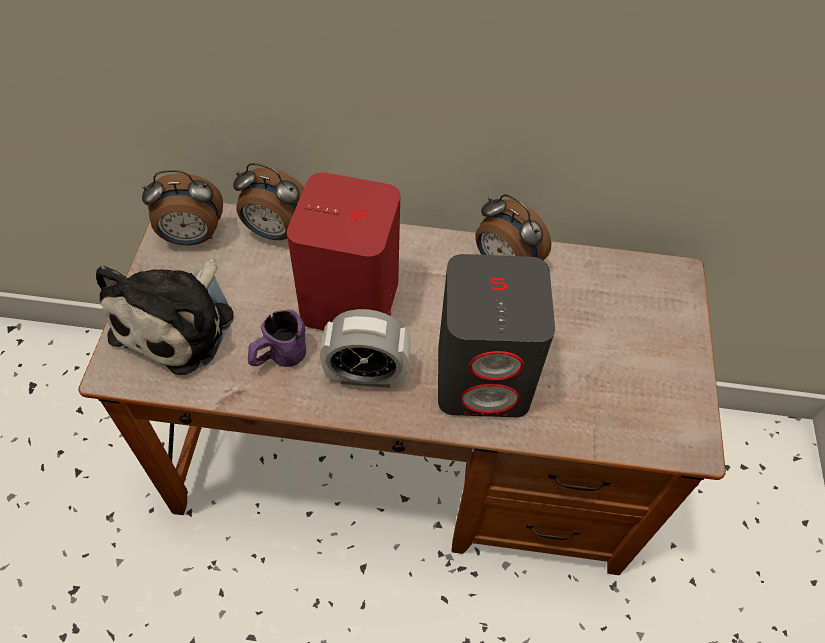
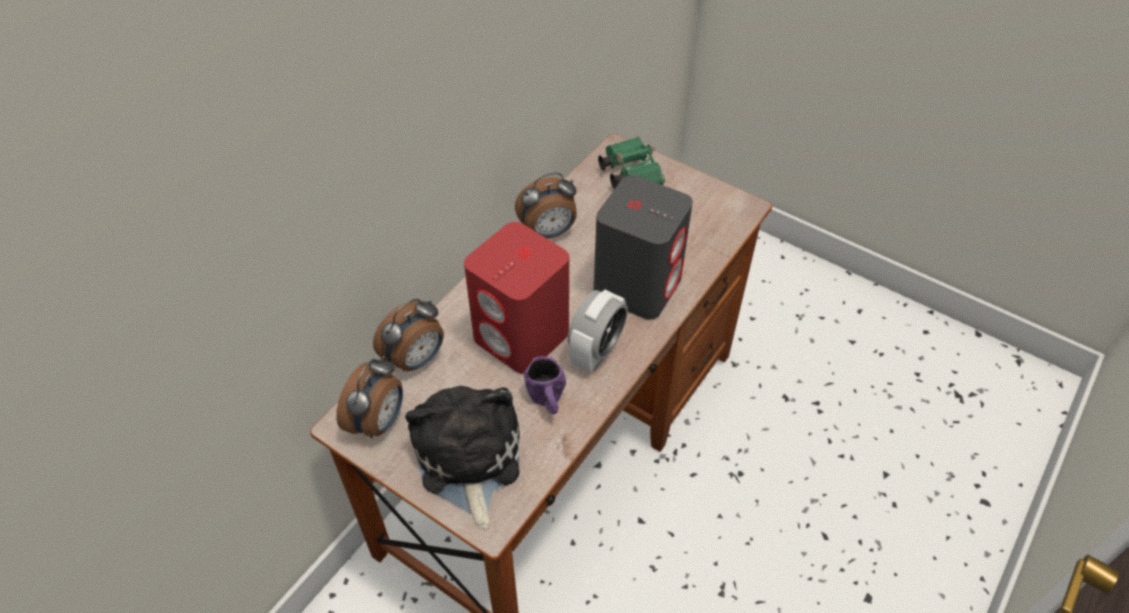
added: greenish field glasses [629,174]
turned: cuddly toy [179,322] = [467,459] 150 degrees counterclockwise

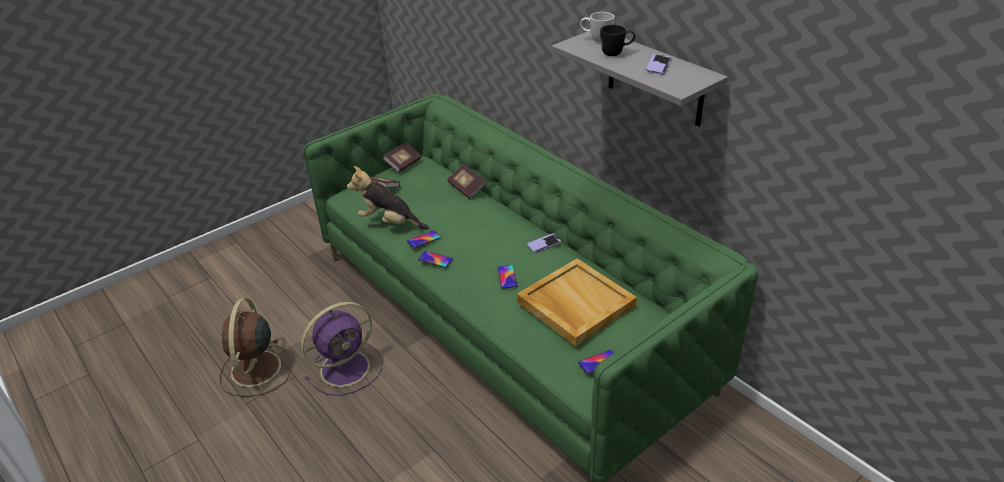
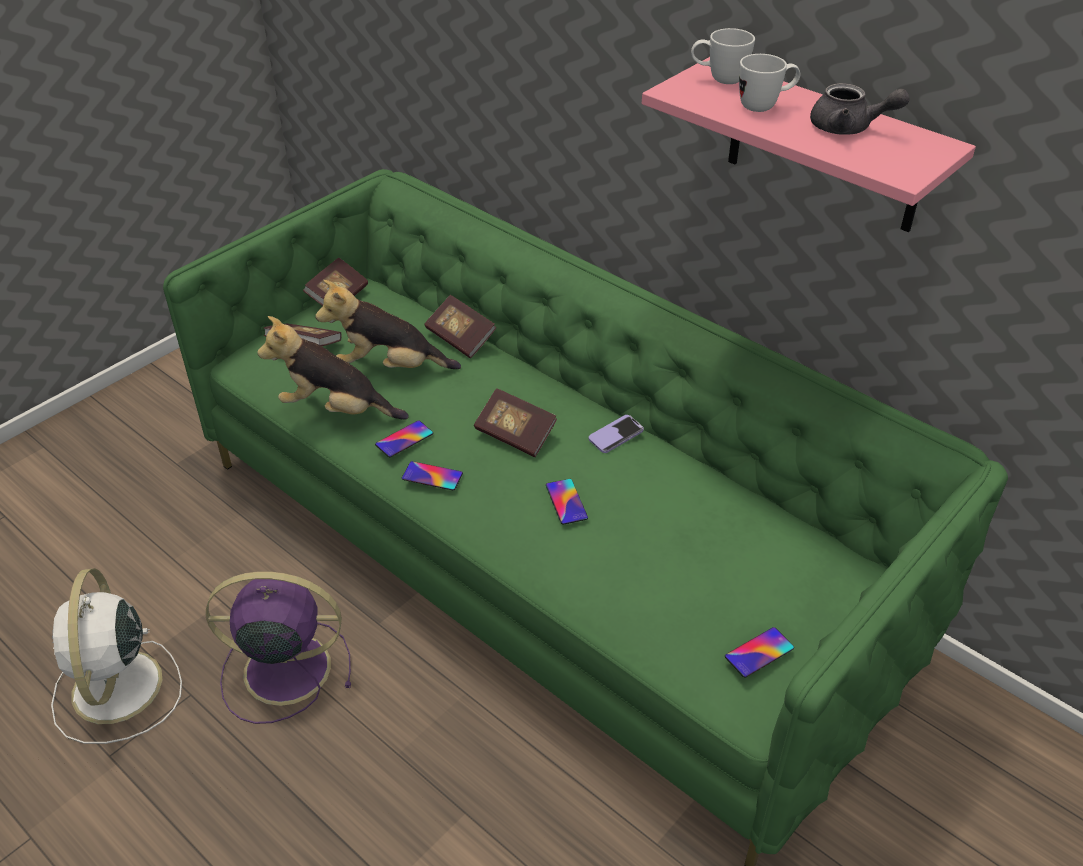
removed: sand-coloured tray [575,304]
added: cuddly toy [389,367]; bound book [515,434]
replaced: phone [658,65] to greyish pot for tea [848,128]
recoloured: brown fan [255,370] to white fan [117,690]; greyish bracket shelf [655,78] to pink-coloured bracket shelf [824,147]; black mug [616,53] to white mug [765,106]
turned: purplish fan [347,367] = [283,669] 135 degrees counterclockwise

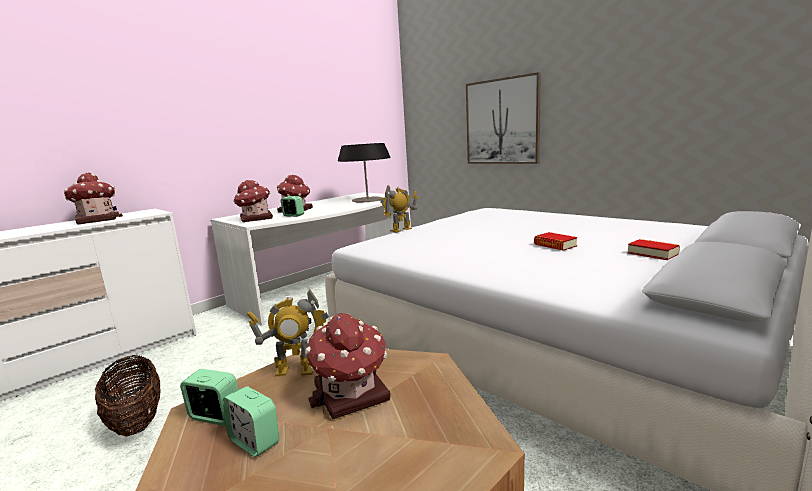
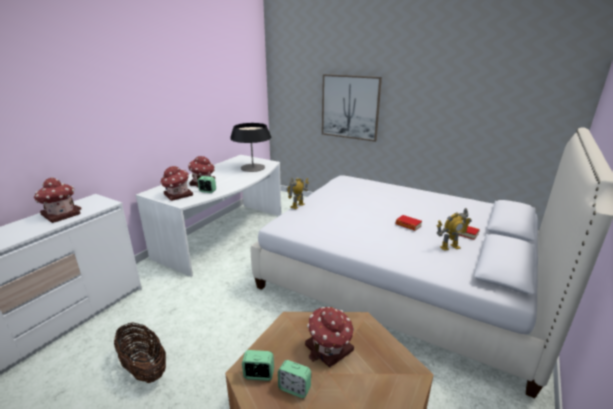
moved: model robot [295,370] to [449,247]

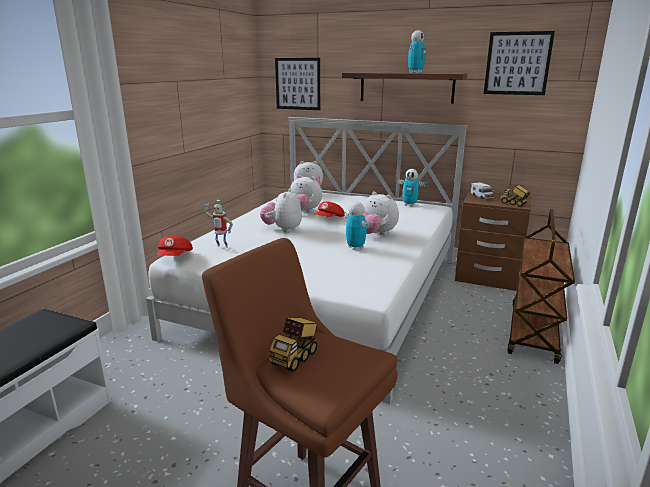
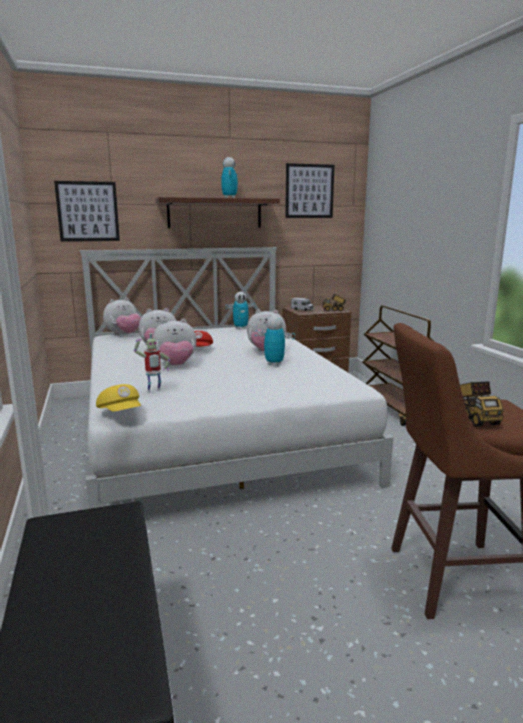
recoloured: red-coloured cap [175,257] to yellow cap [121,413]
turned: cuddly toy [282,229] = [176,366] 75 degrees counterclockwise

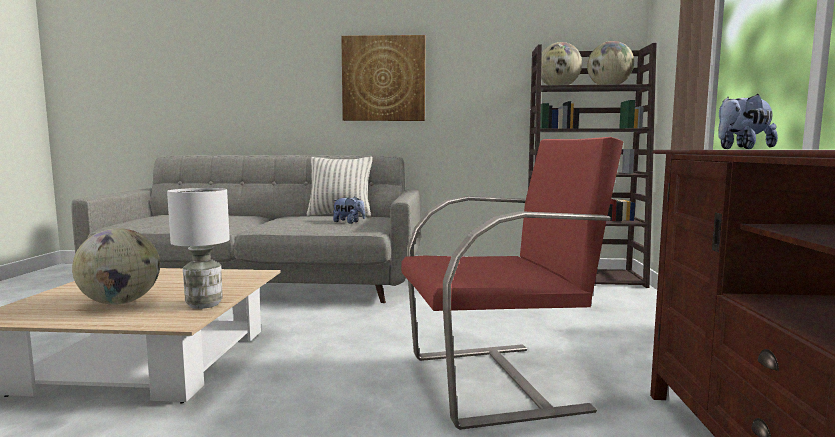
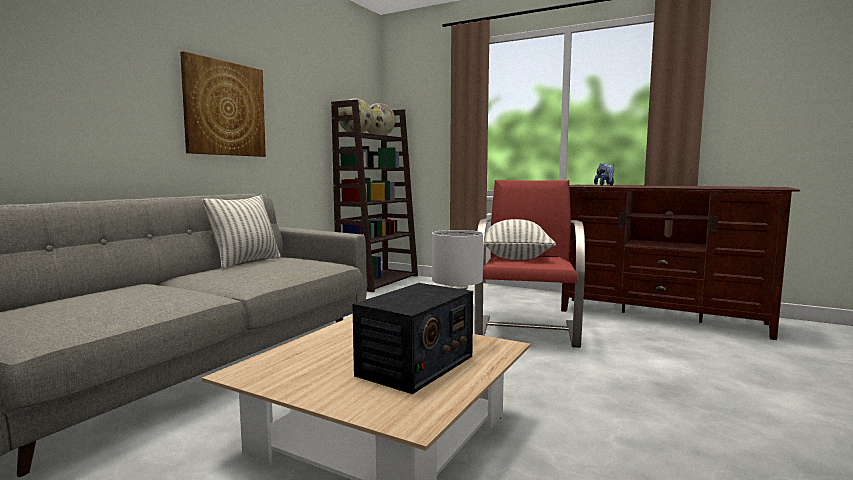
removed: cuddly toy [349,222]
added: pillow [515,258]
replaced: desk globe [121,302] to radio [415,366]

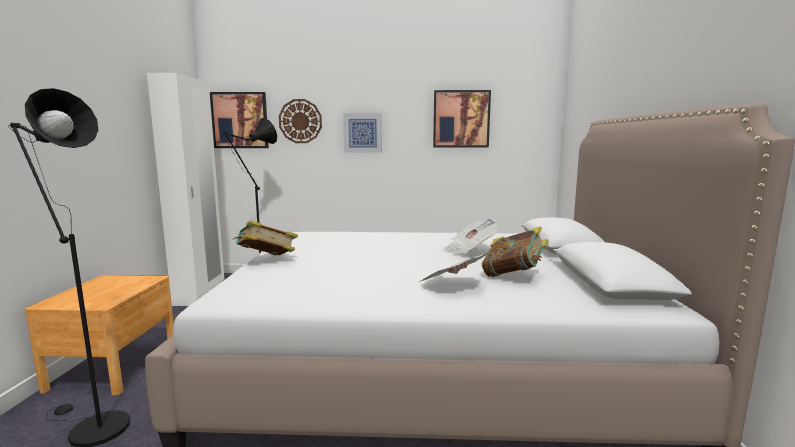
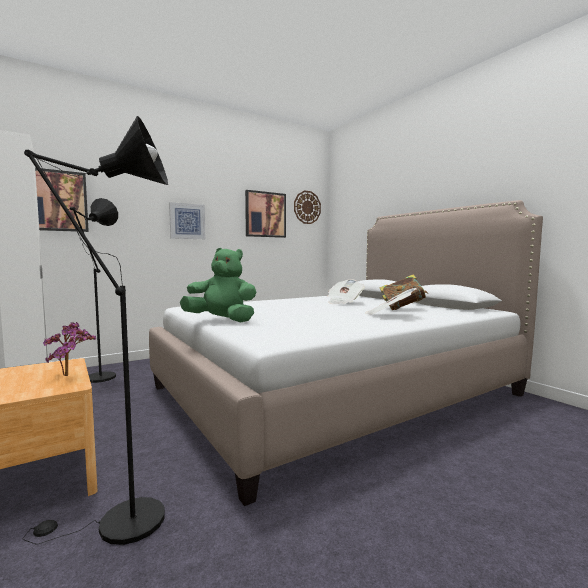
added: potted plant [70,376]
moved: wall clock [300,121] to [307,207]
replaced: bound book [266,260] to greenish cuddly toy [222,320]

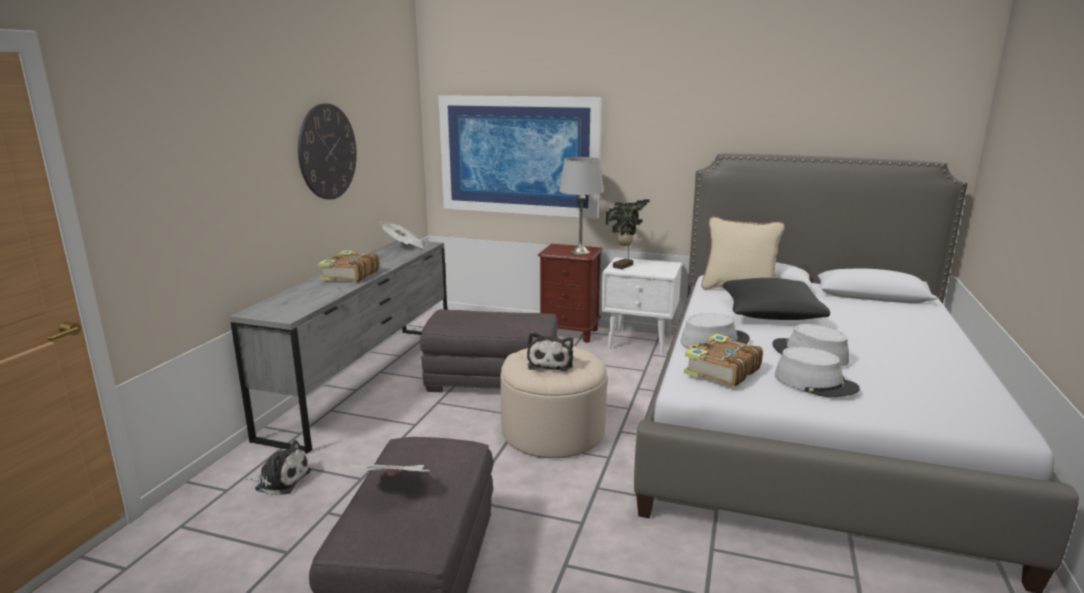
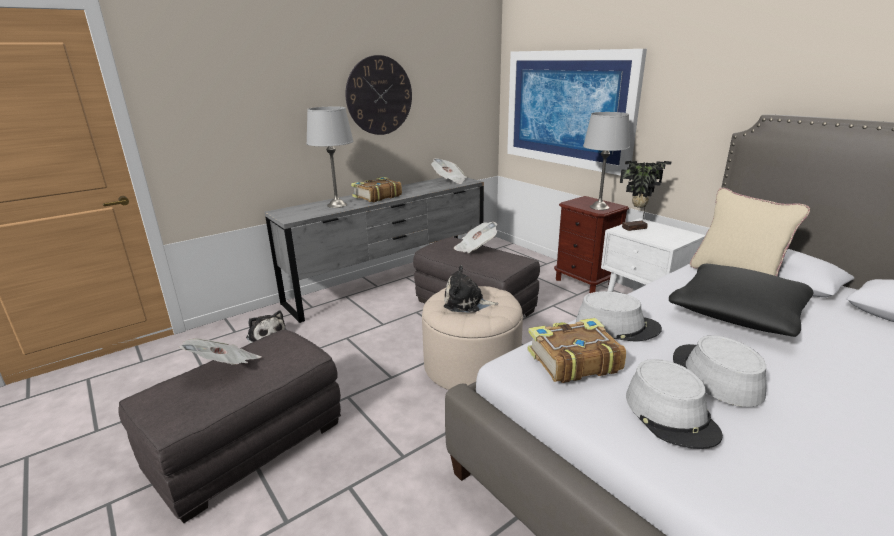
added: greyish tabletop lamp [336,205]; printed paper [475,248]
turned: cuddly toy [551,363] = [466,303] 60 degrees clockwise

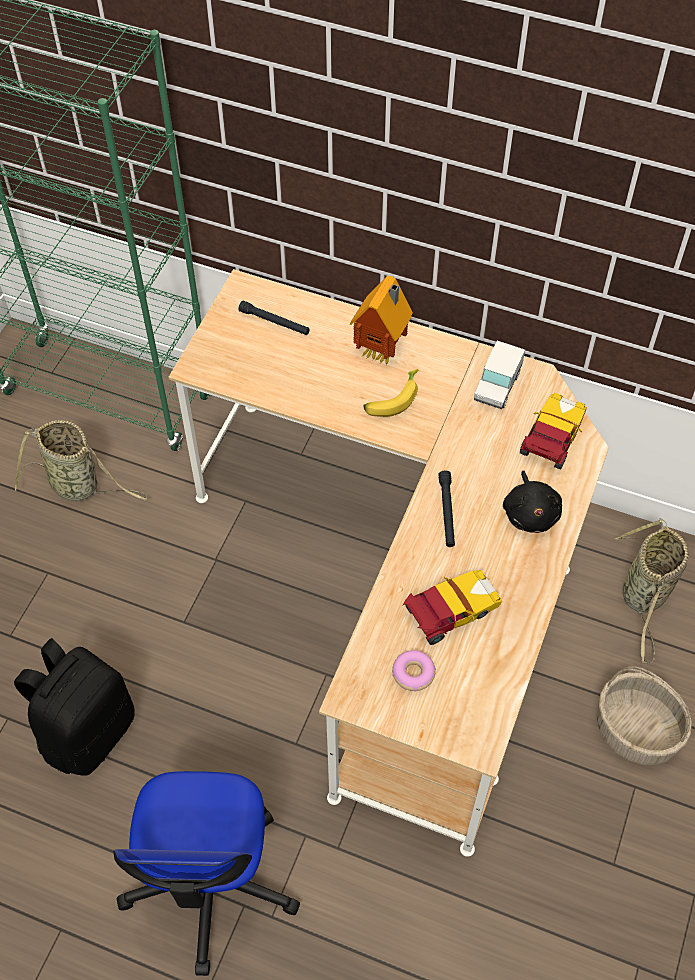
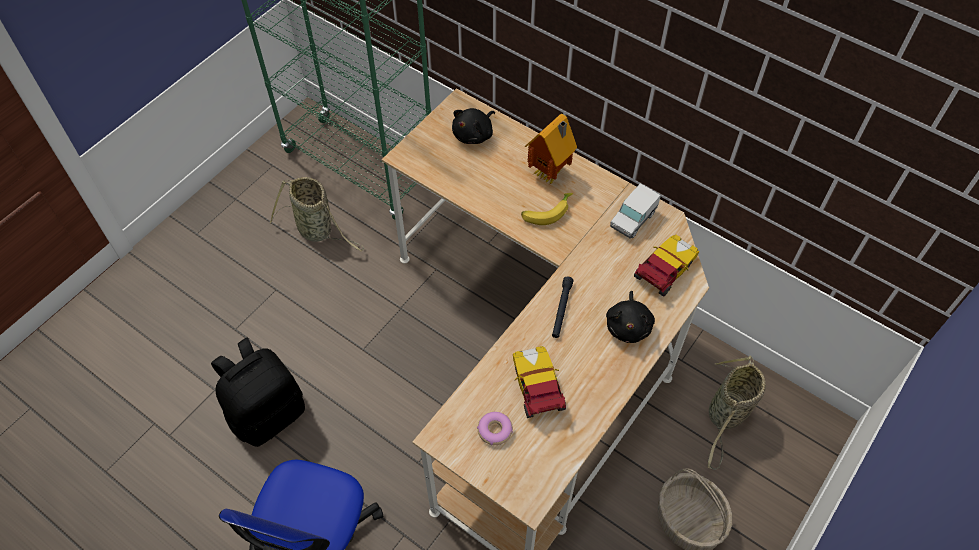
replaced: black torch [274,322] to black cuddly toy [474,134]
turned: toy car [448,612] = [538,389] 90 degrees counterclockwise

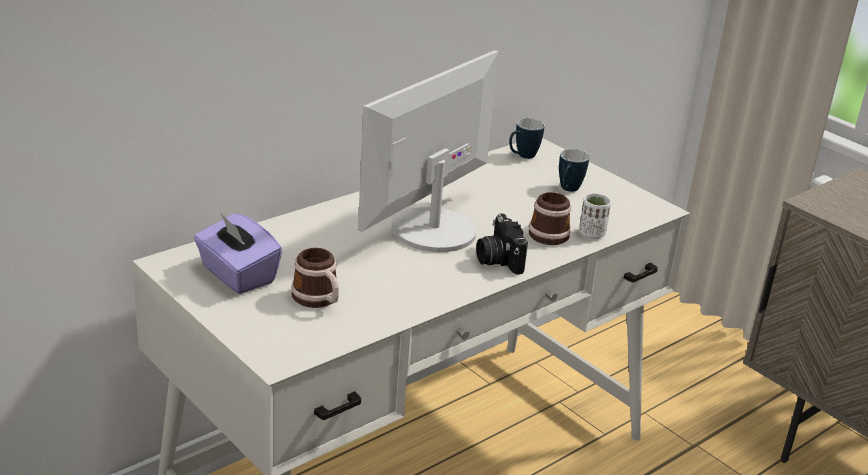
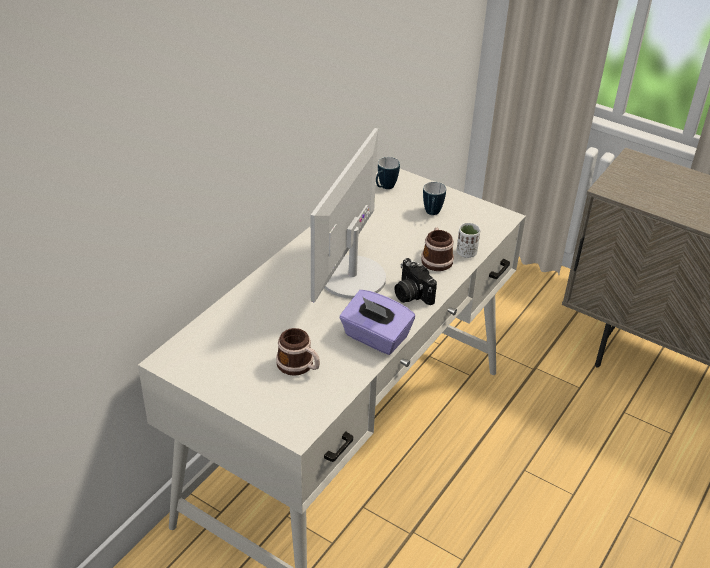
moved: purplish tissue holder [237,275] to [375,337]

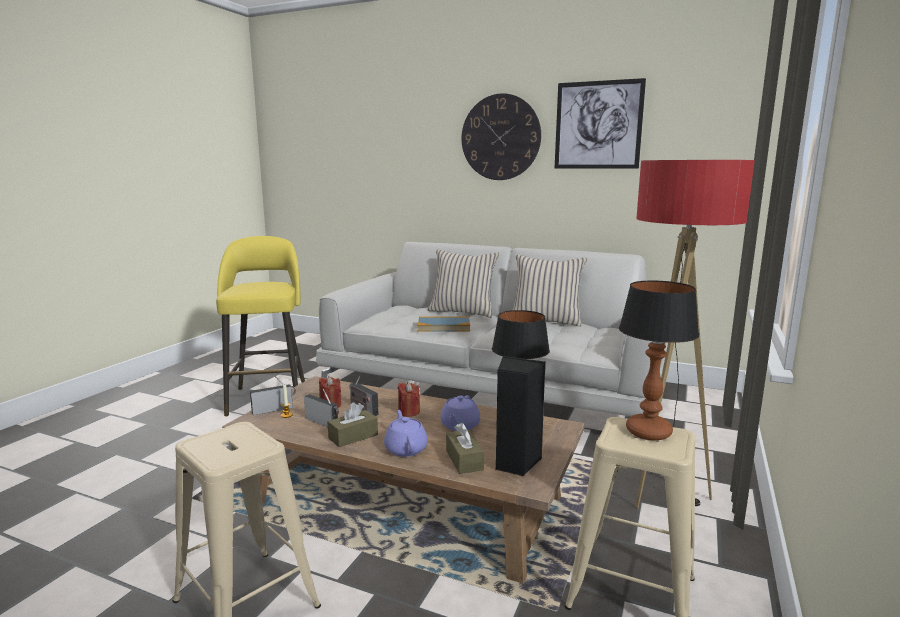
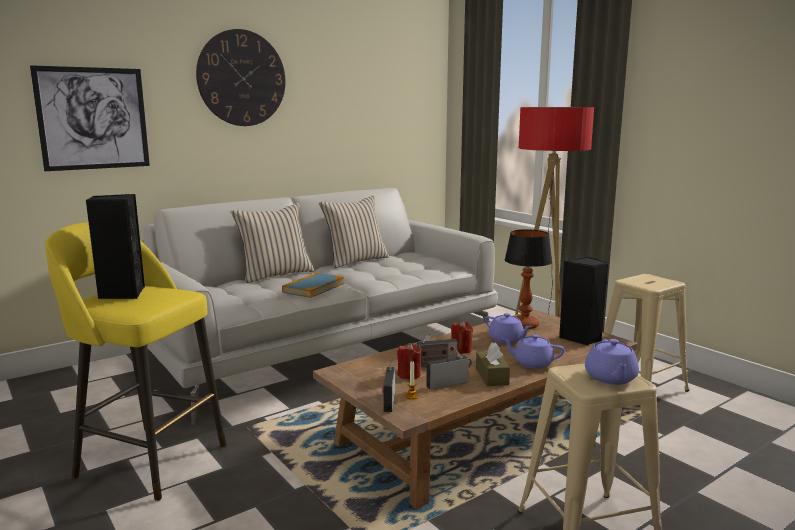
removed: brown tissue holder [464,460]; tabletop lamp [647,432]
added: black speaker [122,293]; purplish pot for tea [610,378]
moved: picture [598,125] to [93,118]

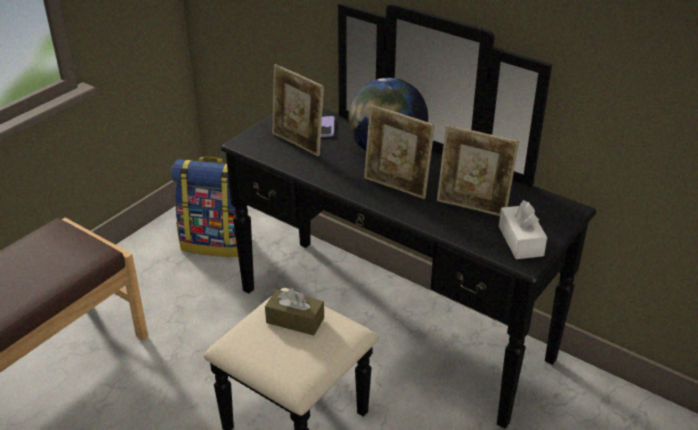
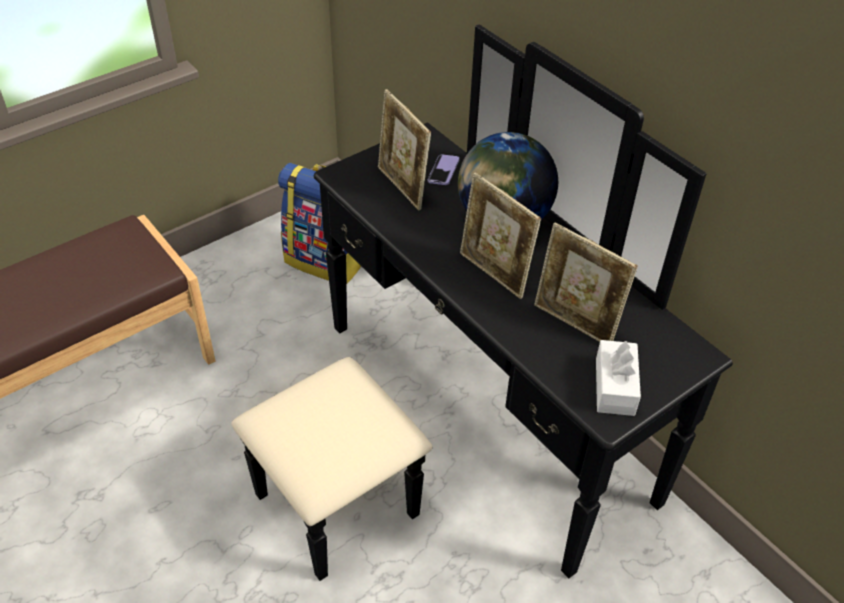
removed: brown tissue holder [295,320]

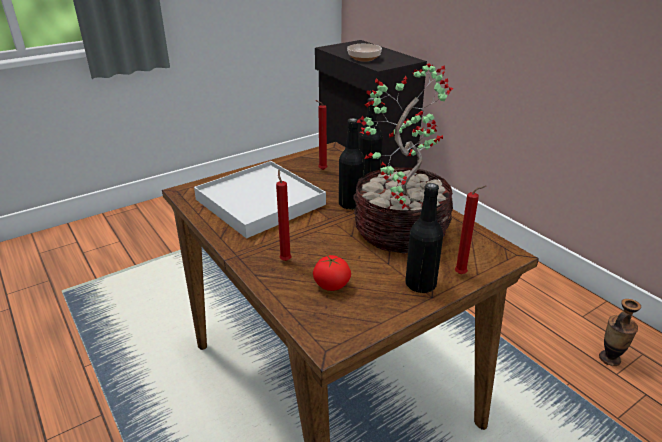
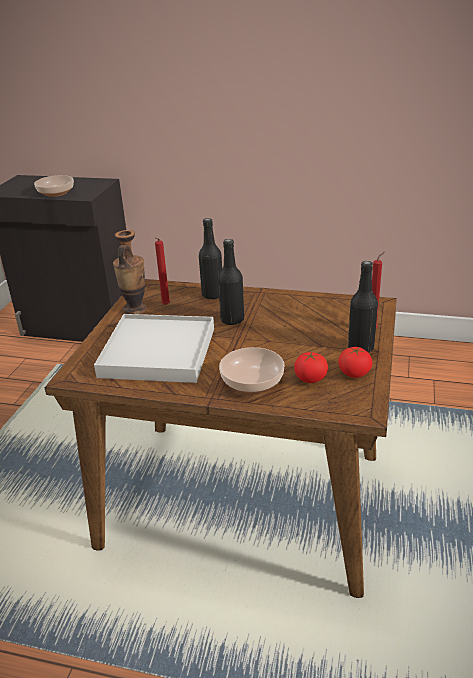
removed: potted plant [401,229]
added: fresh tomato [354,373]
moved: vase [609,359] to [135,309]
replaced: red-coloured wax light [285,259] to bowl [252,380]

